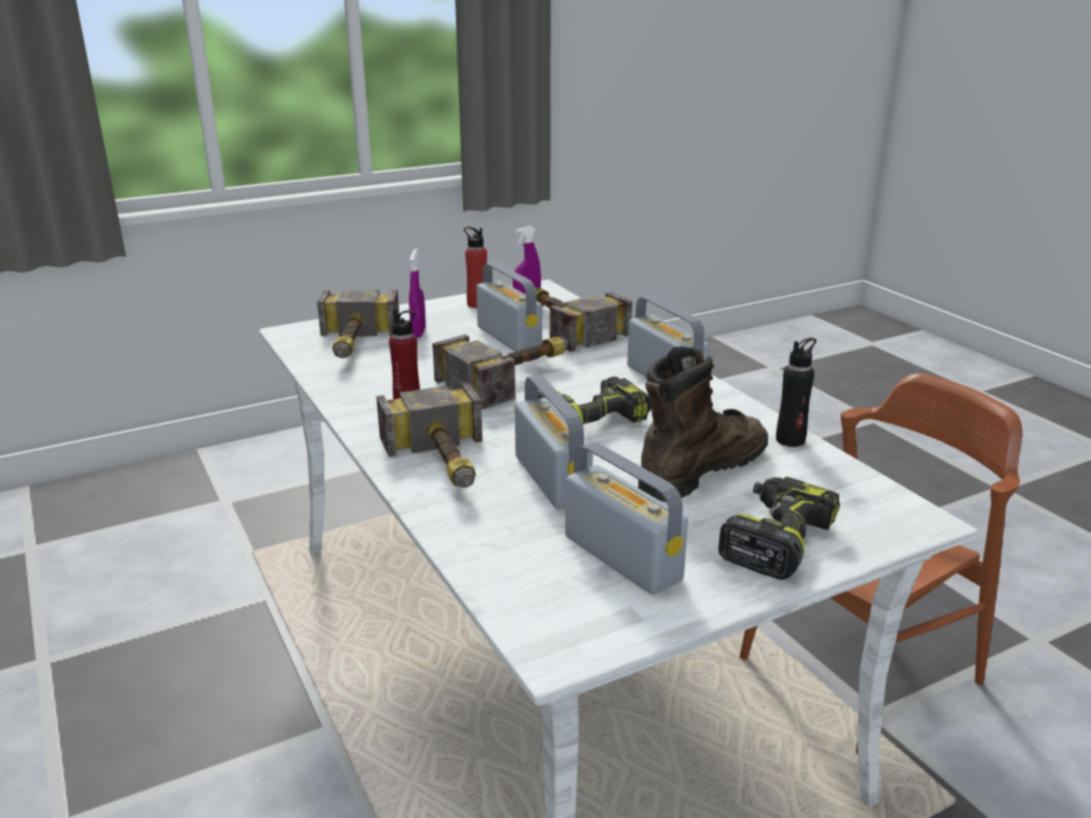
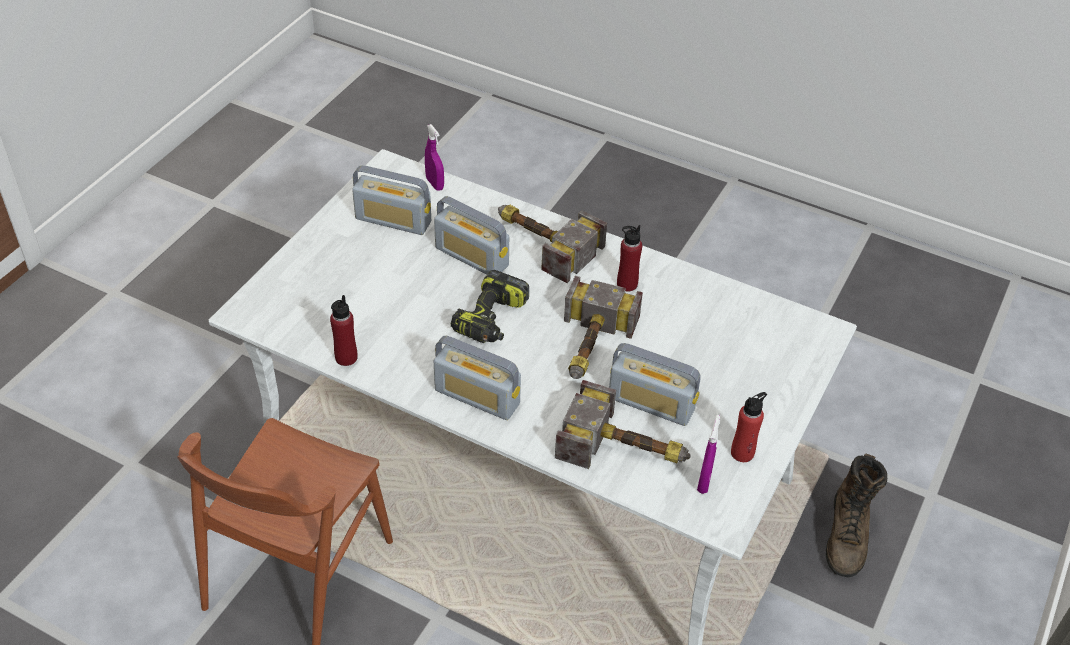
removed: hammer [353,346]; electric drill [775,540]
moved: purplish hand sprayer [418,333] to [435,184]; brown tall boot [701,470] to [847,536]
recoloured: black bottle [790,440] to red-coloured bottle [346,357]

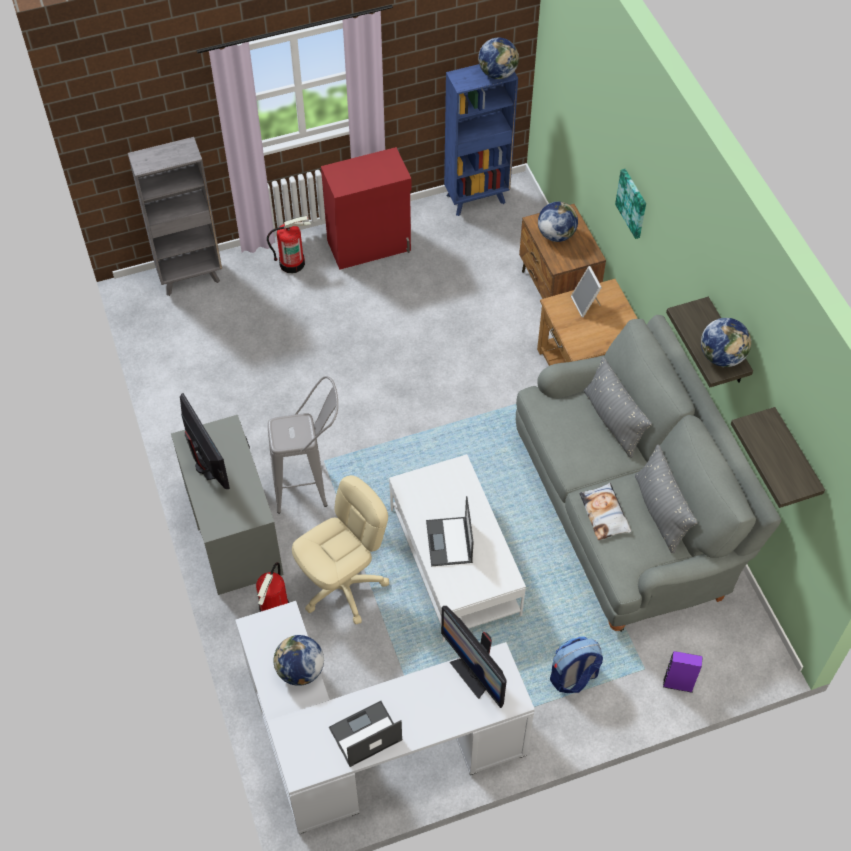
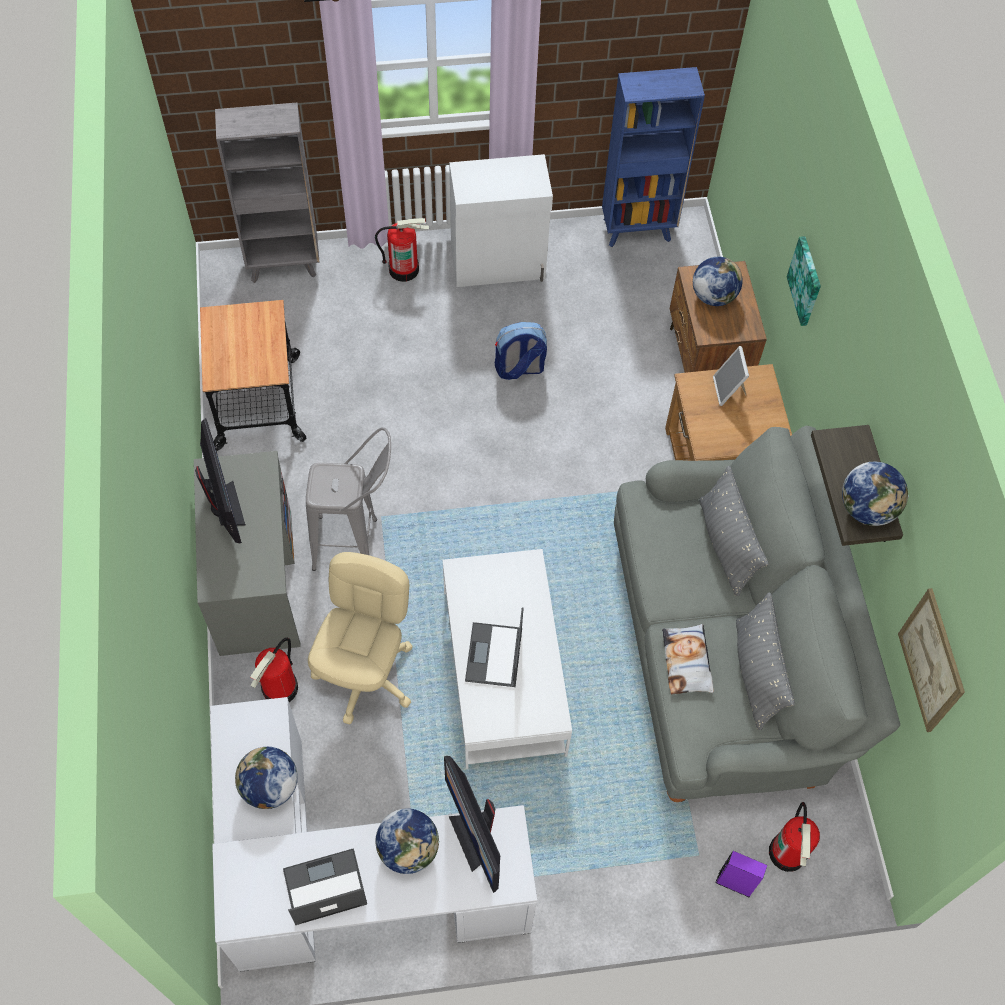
added: trolley [257,402]; extinguisher [788,853]
moved: desk globe [498,73] to [409,849]; rucksack [573,677] to [519,369]
replaced: bracket shelf [795,458] to picture [931,661]
recoloured: red-coloured cabinet [370,246] to white cabinet [499,265]
turned: sand-coloured computer chair [343,586] = [366,675] 45 degrees counterclockwise

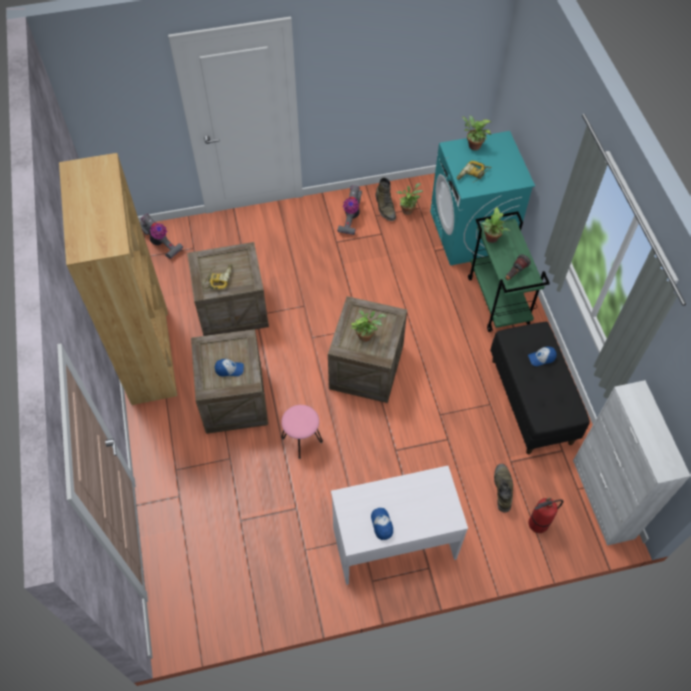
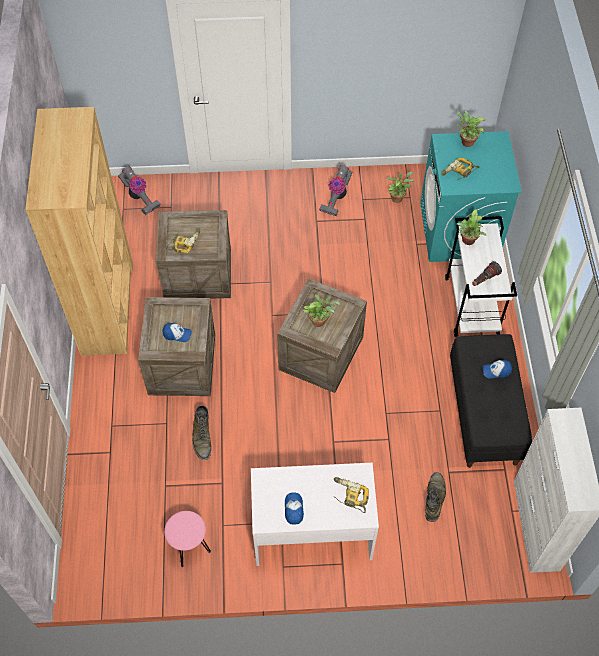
removed: extinguisher [538,524]
added: electric drill [349,496]
moved: pink-coloured stool seat [301,440] to [189,546]; greenish tall boot [385,207] to [202,438]
recoloured: greenish trolley [498,301] to white trolley [472,306]

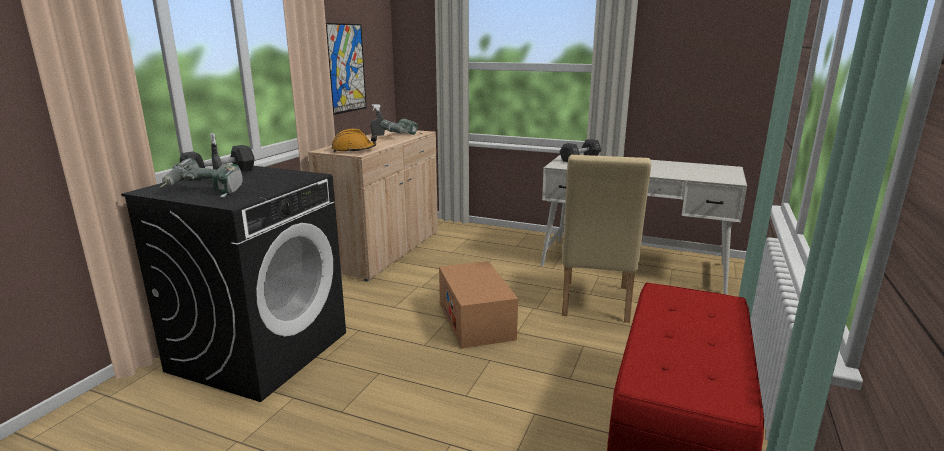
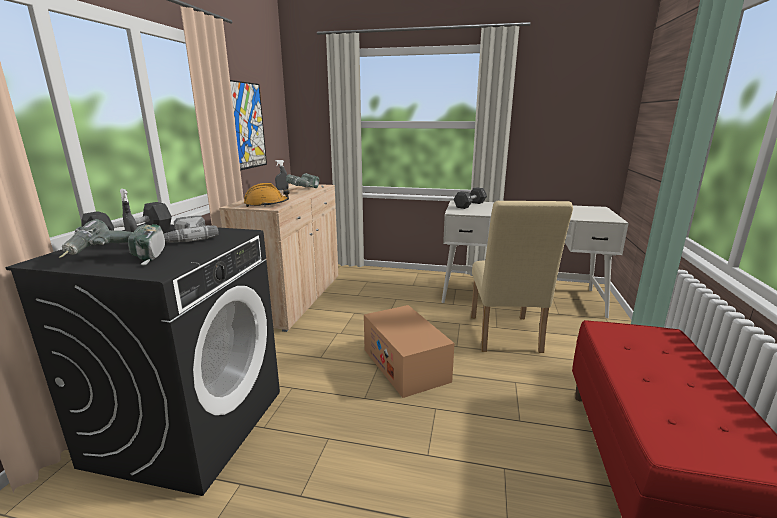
added: electric drill [184,237]

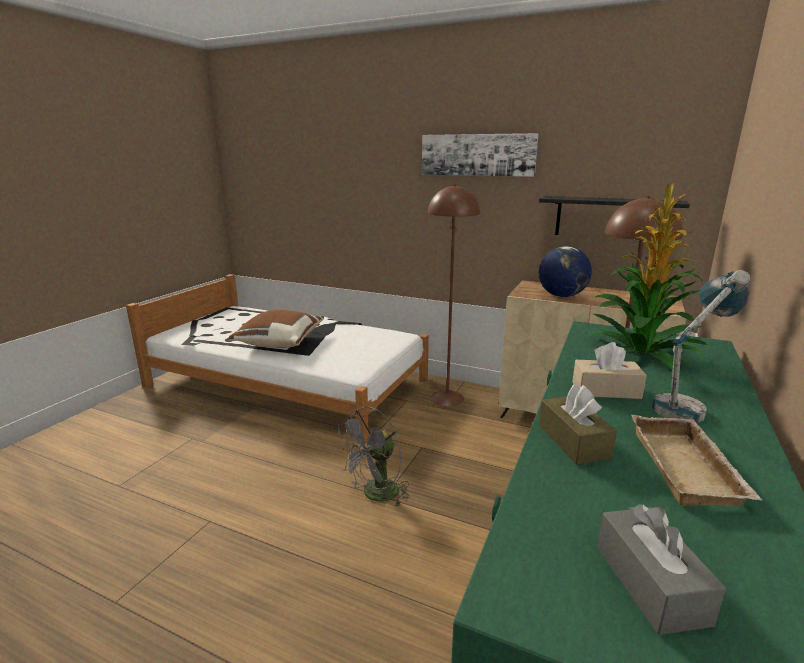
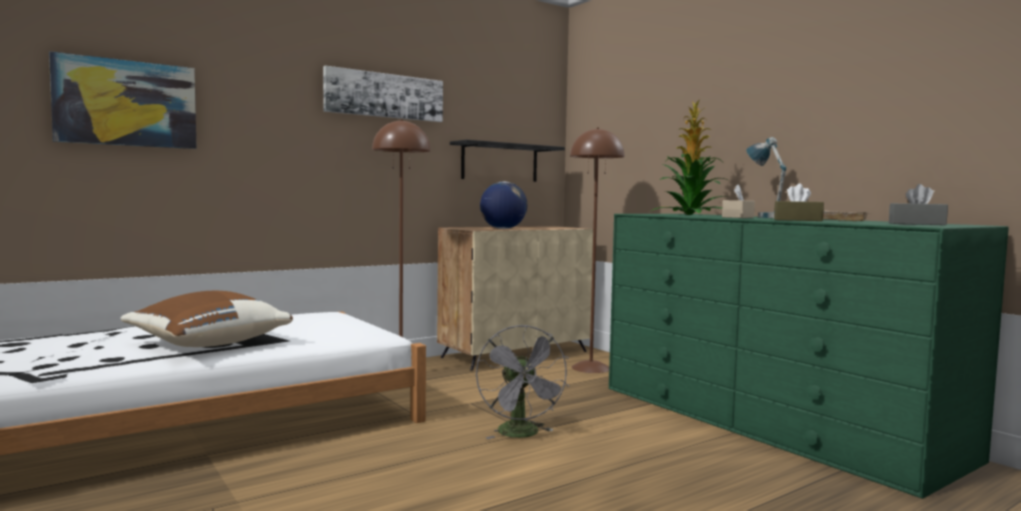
added: picture [126,103]

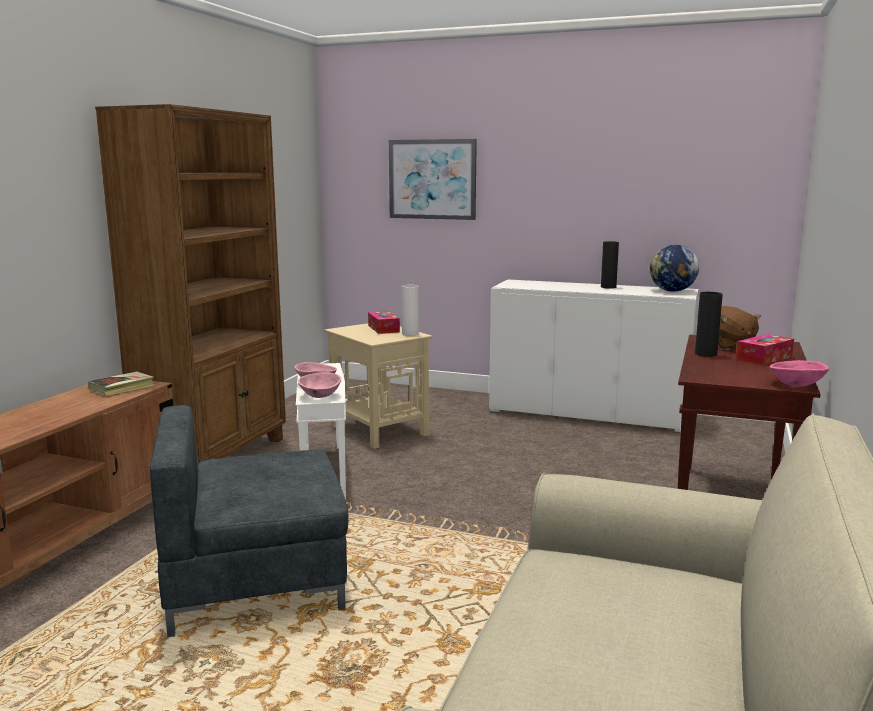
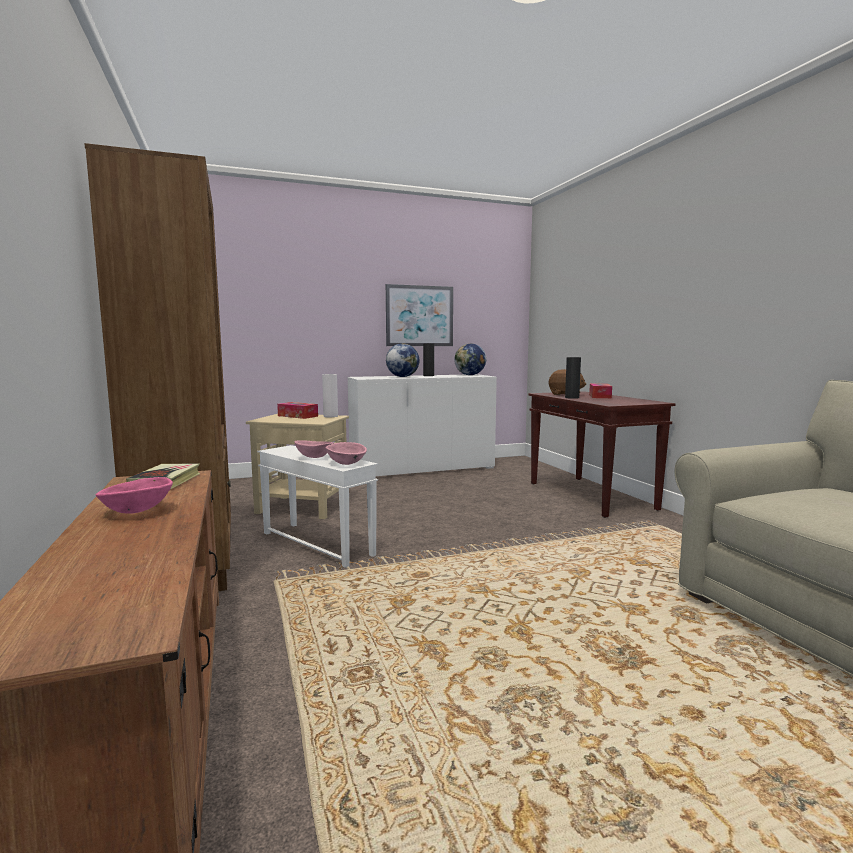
removed: greyish lounge chair [257,579]
added: desk globe [402,377]
moved: picture [432,179] to [419,316]; pink-coloured bowl [796,386] to [136,512]

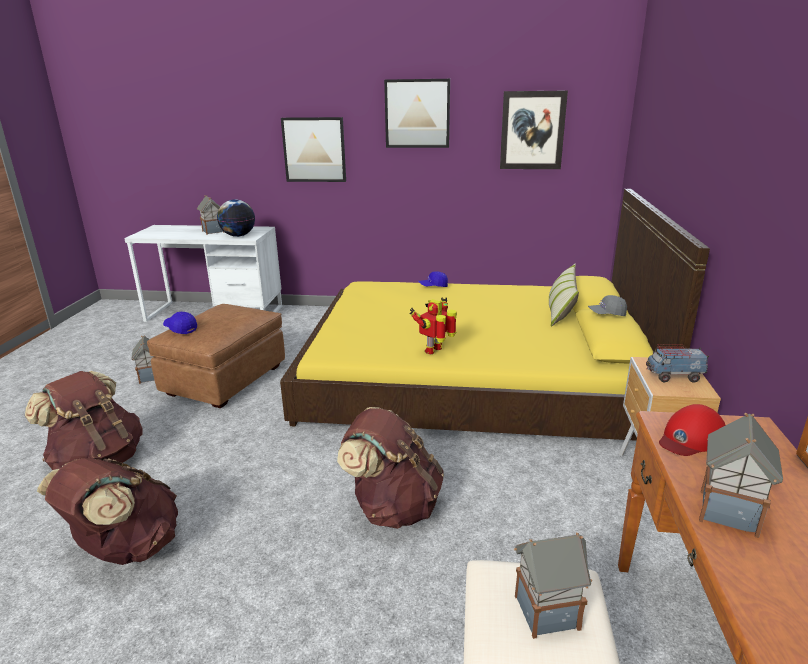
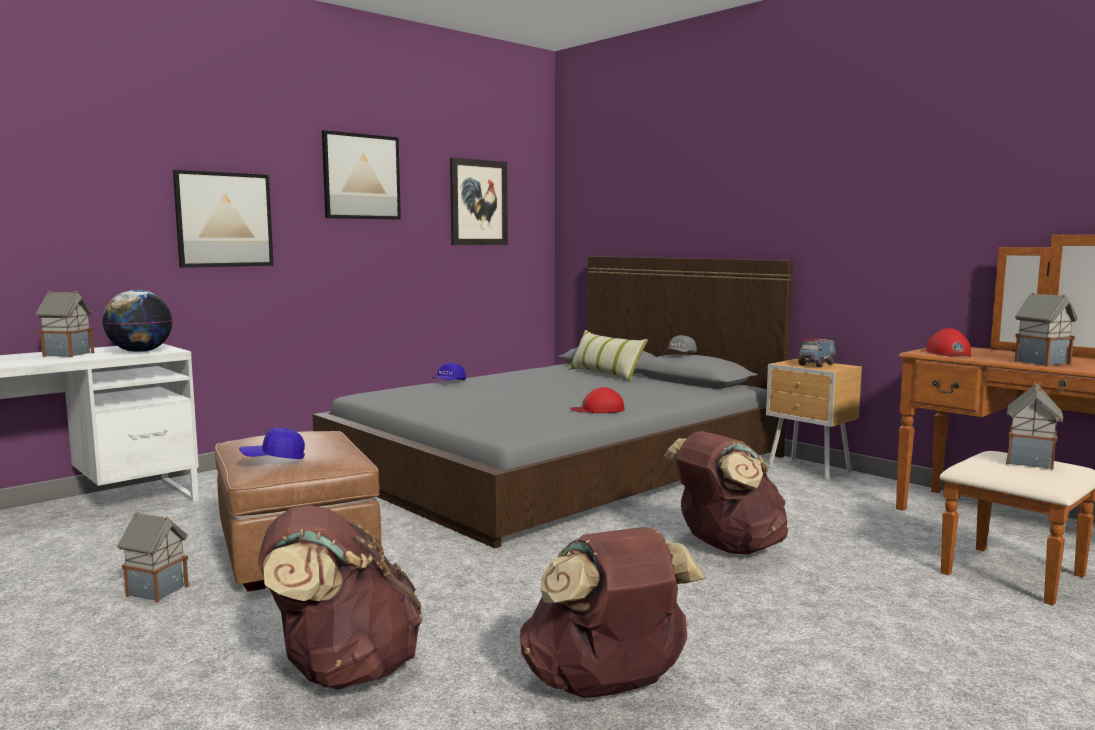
replaced: model robot [435,350] to red-coloured cap [598,409]
recoloured: yellow sleeping bed [473,375] to greyish sleeping bed [559,463]

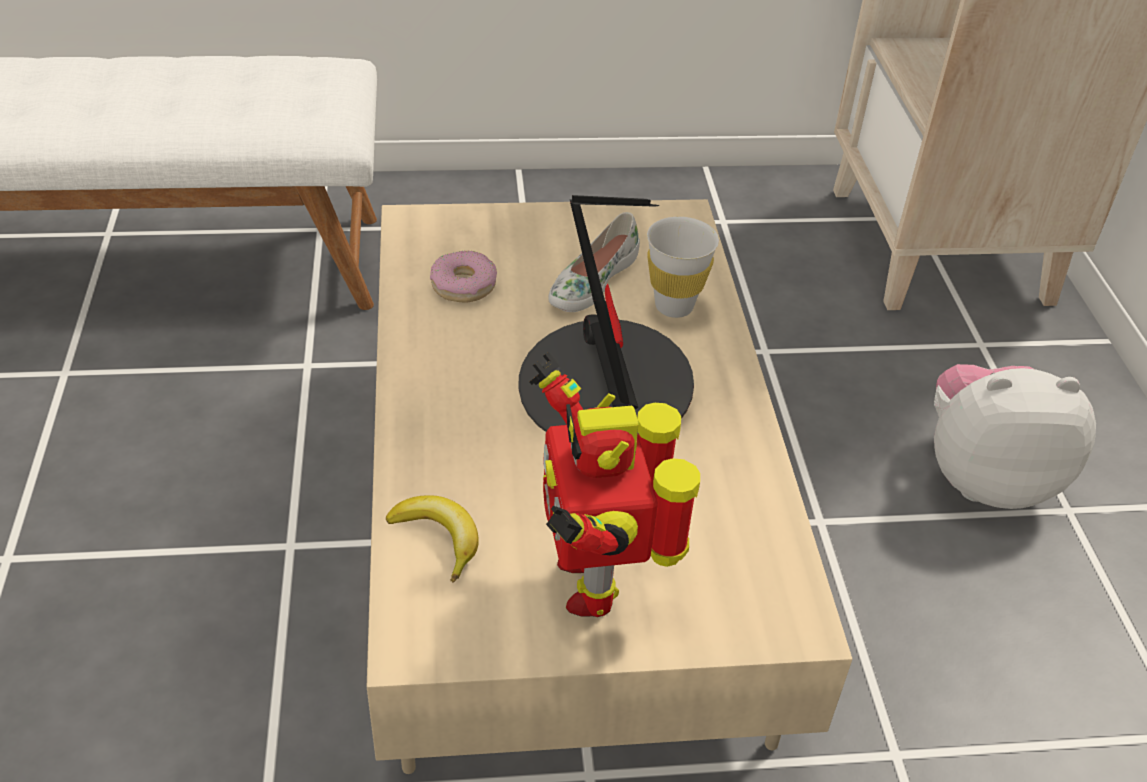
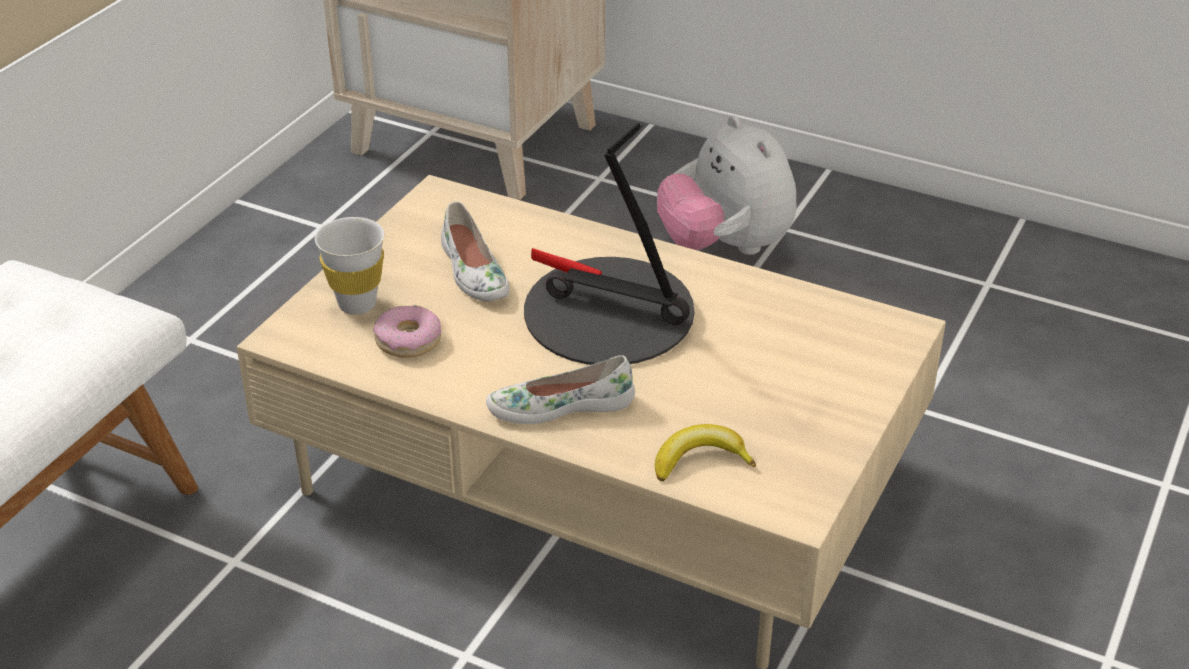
removed: model robot [594,579]
added: white shoe [560,405]
moved: white small cup [674,306] to [357,304]
turned: cuddly toy [984,477] = [725,247] 60 degrees counterclockwise

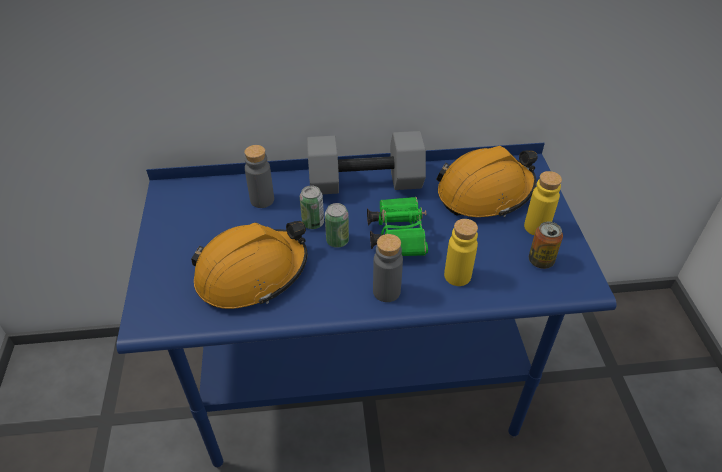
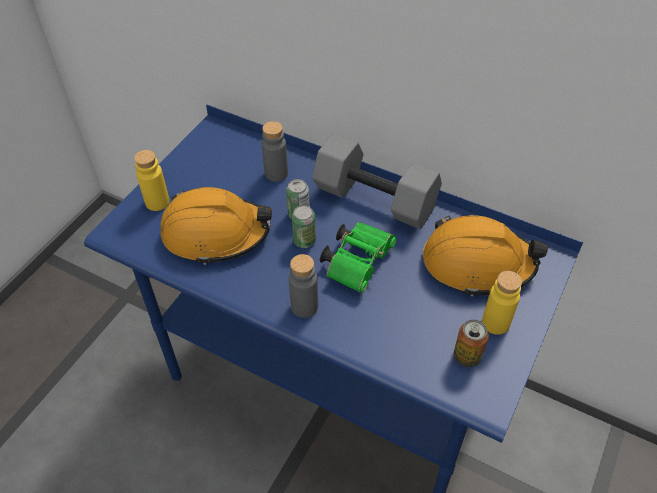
moved: yellow bottle [457,276] to [157,202]

